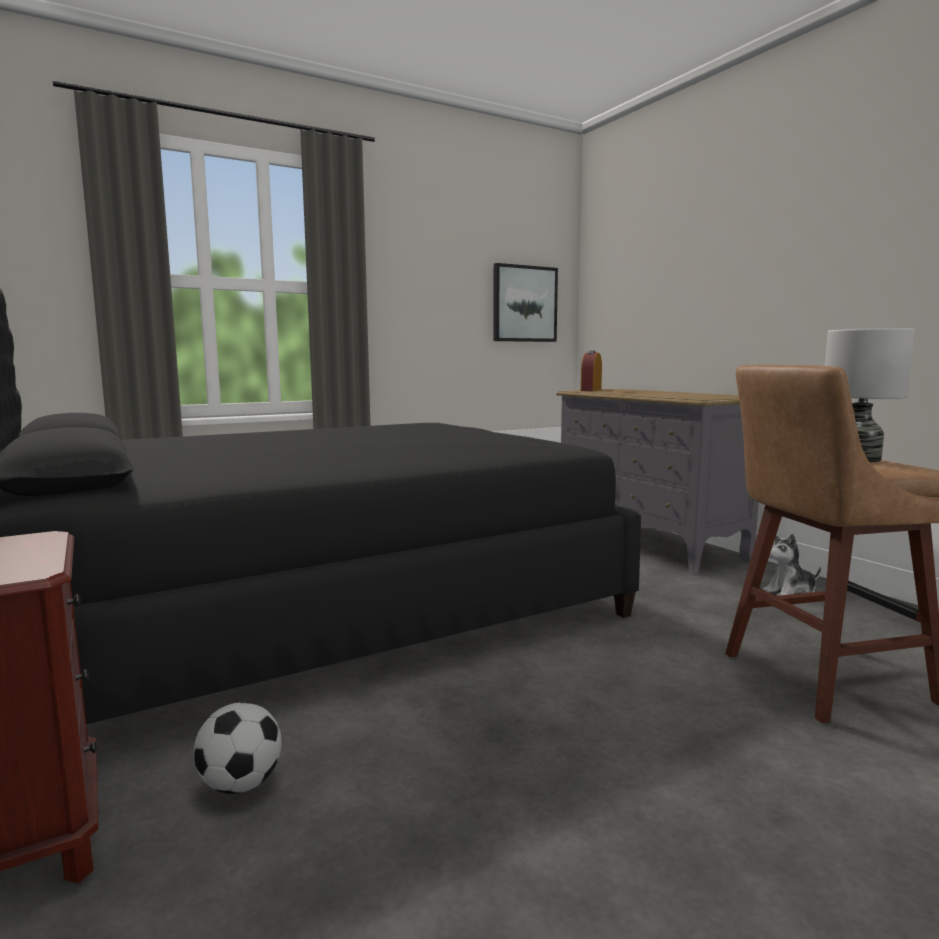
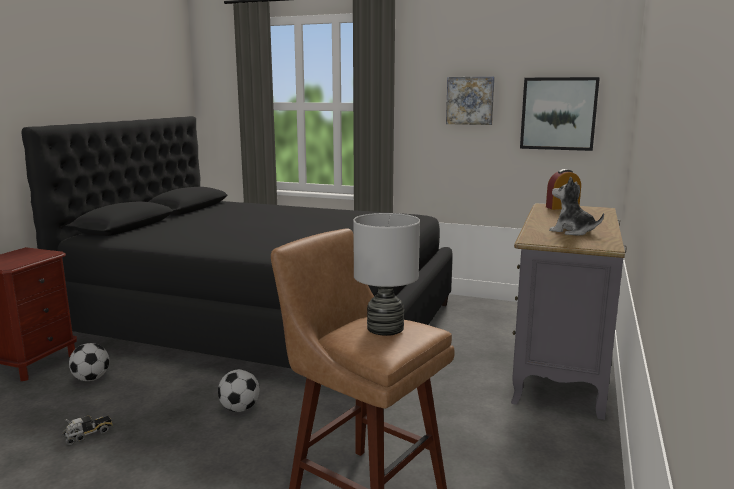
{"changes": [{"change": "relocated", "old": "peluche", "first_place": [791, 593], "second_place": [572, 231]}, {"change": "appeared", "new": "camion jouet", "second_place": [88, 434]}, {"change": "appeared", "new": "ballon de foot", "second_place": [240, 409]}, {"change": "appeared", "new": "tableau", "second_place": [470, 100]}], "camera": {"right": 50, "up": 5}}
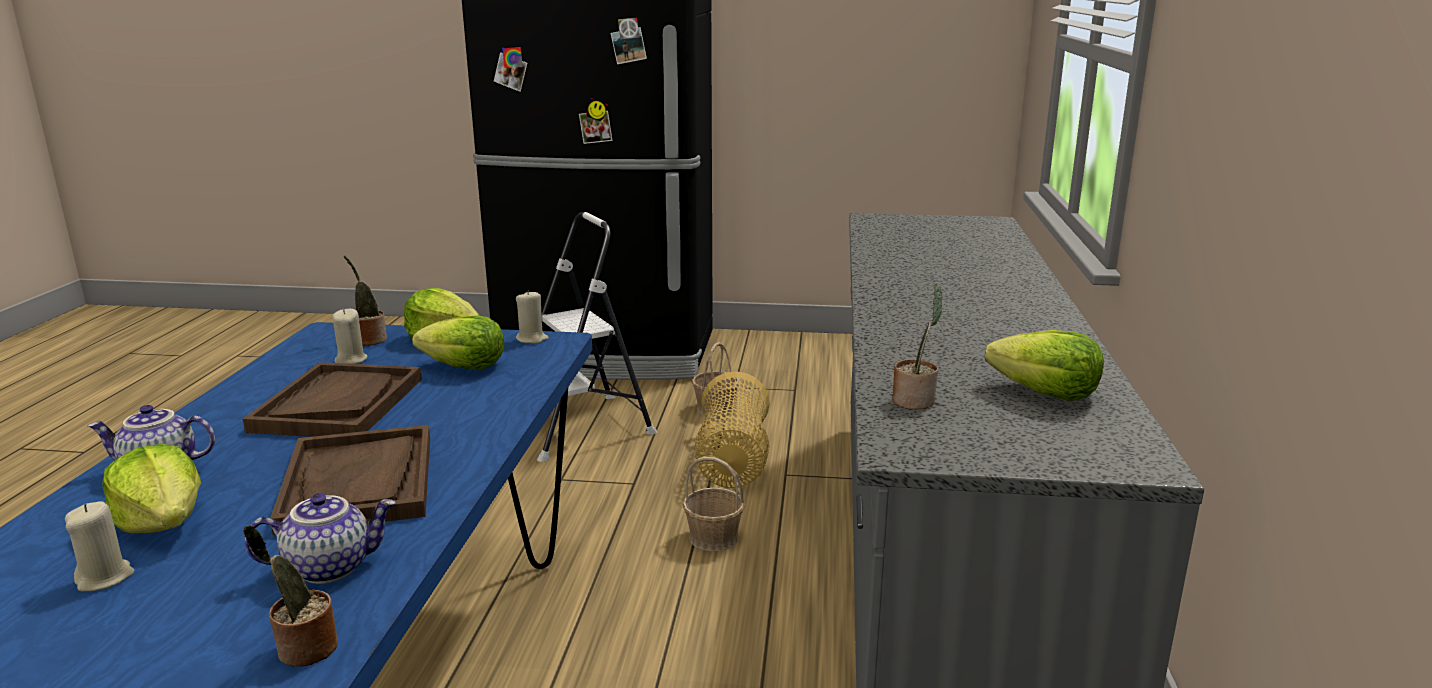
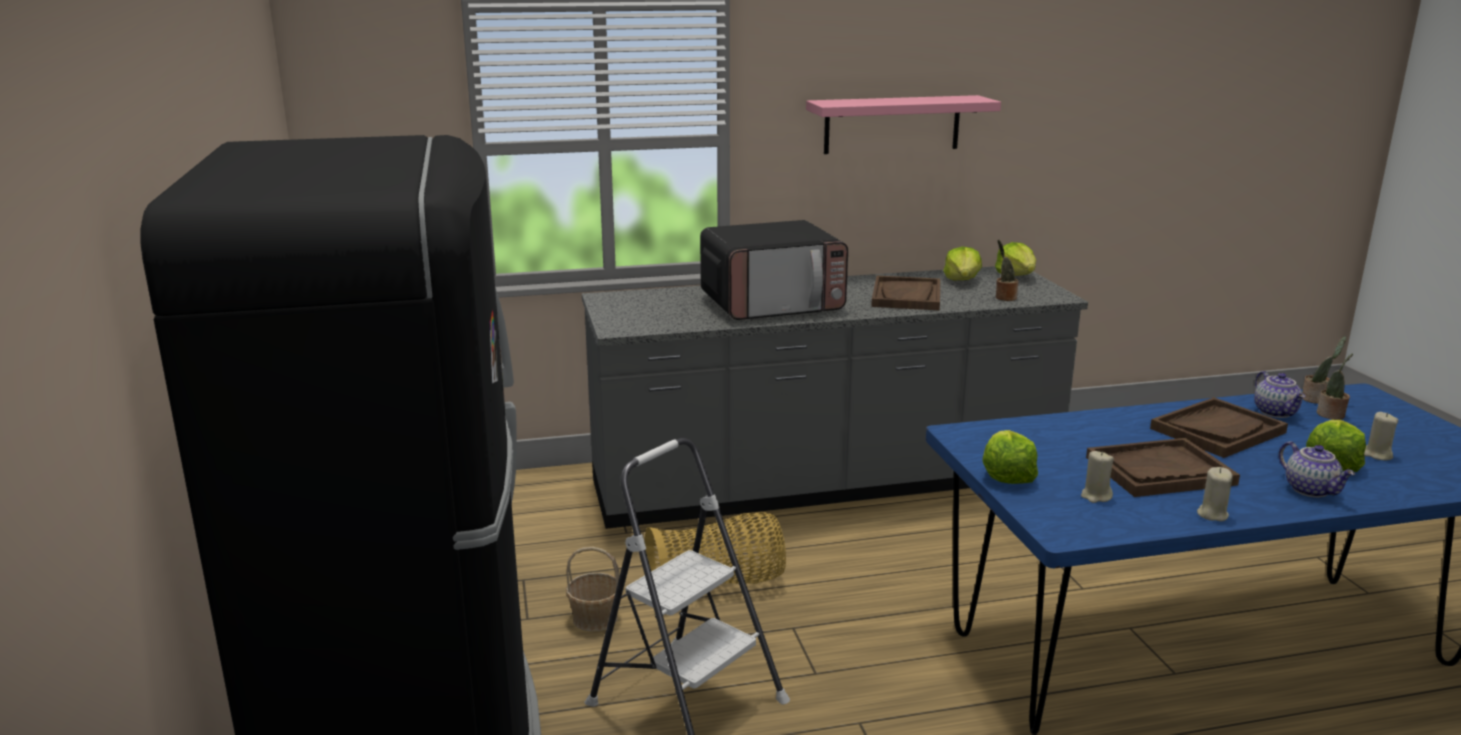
{"changes": [{"change": "spun", "old": "théière", "first_place": [330, 566], "second_place": [1276, 412], "degrees": -150}, {"change": "relocated", "old": "plante en pot", "first_place": [369, 339], "second_place": [1331, 415]}, {"change": "relocated", "old": "laitue", "first_place": [464, 367], "second_place": [1016, 275]}, {"change": "relocated", "old": "bougie [beige]", "first_place": [532, 339], "second_place": [1212, 514]}, {"change": "missing", "old": "panier", "first_place": [714, 538]}, {"change": "appeared", "new": "micro-ondes", "second_place": [772, 304]}, {"change": "appeared", "new": "étagère [rose]", "second_place": [892, 124]}, {"change": "appeared", "new": "plateau [marron]", "second_place": [906, 296]}], "camera": {"right": -110, "up": 0}}
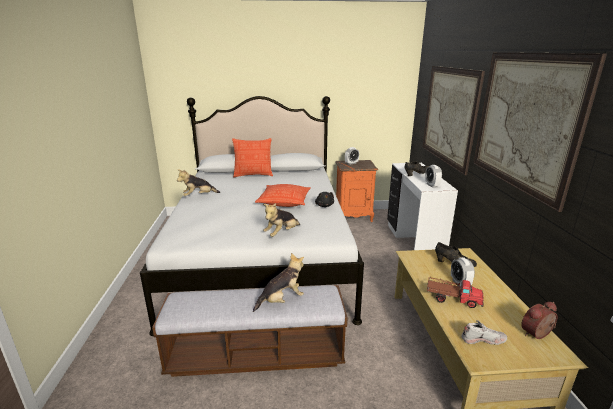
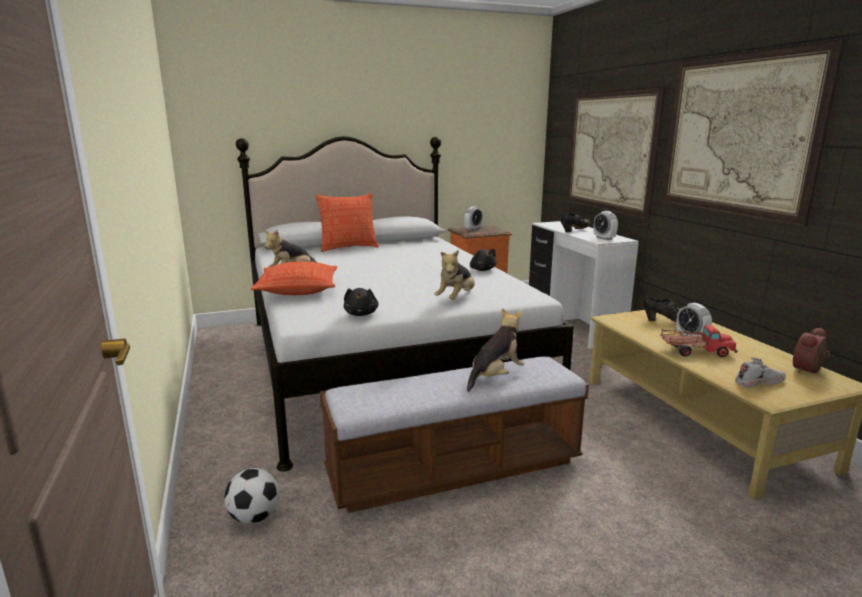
{"changes": [{"change": "relocated", "old": "coussin [orange]", "first_place": [284, 202], "second_place": [298, 290]}, {"change": "appeared", "new": "ballon de foot", "second_place": [254, 517]}, {"change": "appeared", "new": "peluche [noir]", "second_place": [361, 314]}], "camera": {"right": -15, "up": -5}}
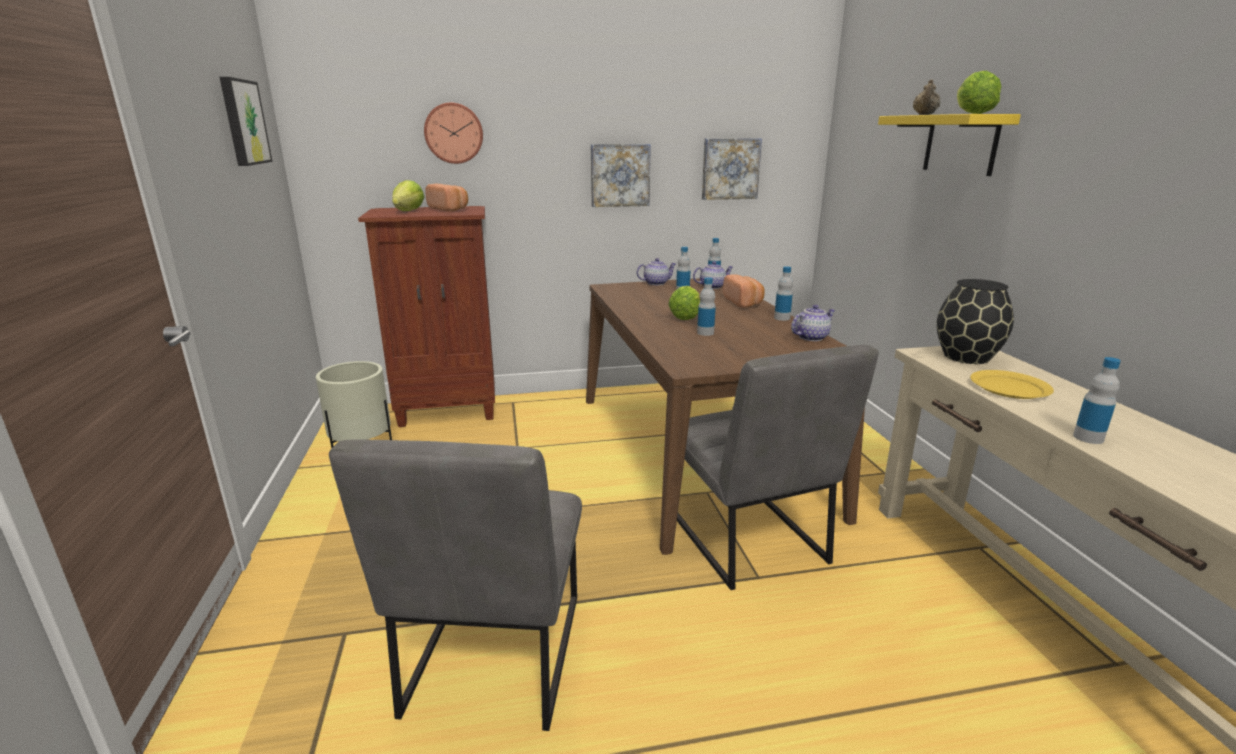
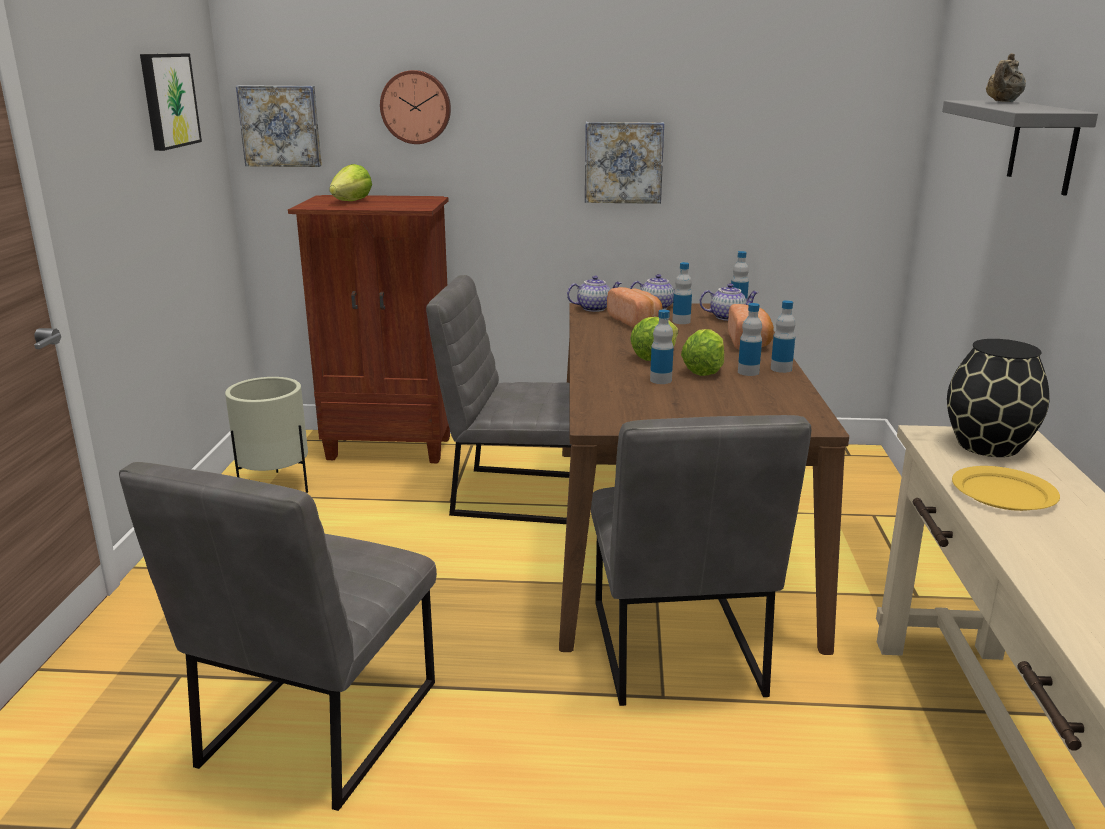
{"changes": [{"change": "relocated", "old": "pain", "first_place": [449, 209], "second_place": [636, 322]}, {"change": "relocated", "old": "tableau", "first_place": [730, 169], "second_place": [281, 126]}, {"change": "relocated", "old": "théière", "first_place": [810, 337], "second_place": [594, 308]}, {"change": "colour", "old": "étagère [jaune]", "new": "étagère [gris]", "first_place": [960, 144], "second_place": [1043, 146]}, {"change": "relocated", "old": "laitue", "first_place": [971, 113], "second_place": [704, 370]}, {"change": "relocated", "old": "bouteille", "first_place": [1088, 438], "second_place": [748, 372]}, {"change": "appeared", "new": "chaise [gris]", "second_place": [519, 495]}], "camera": {"right": 15, "up": 0}}
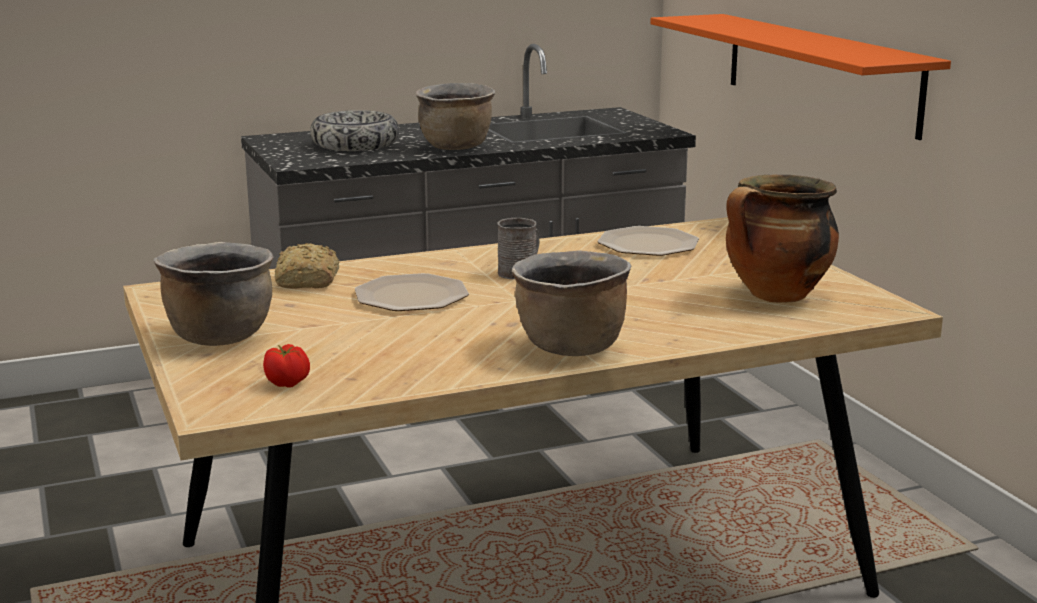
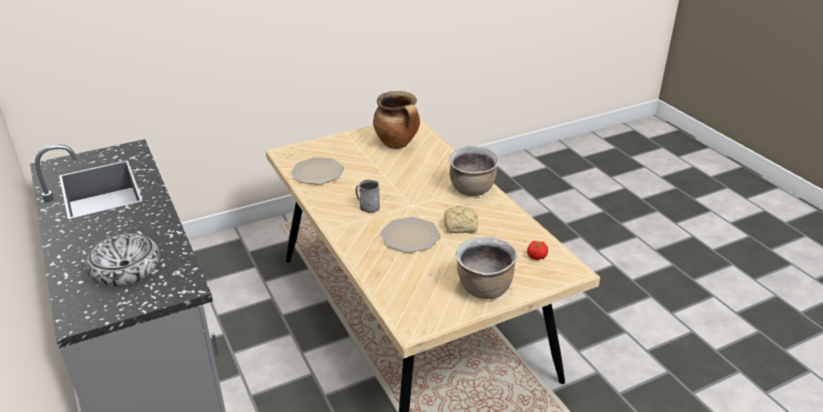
{"changes": [{"change": "relocated", "old": "pain", "first_place": [307, 282], "second_place": [461, 226]}, {"change": "missing", "old": "marmite [marron]", "first_place": [456, 147]}, {"change": "missing", "old": "étagère [orange]", "first_place": [819, 71]}], "camera": {"right": -95, "up": 15}}
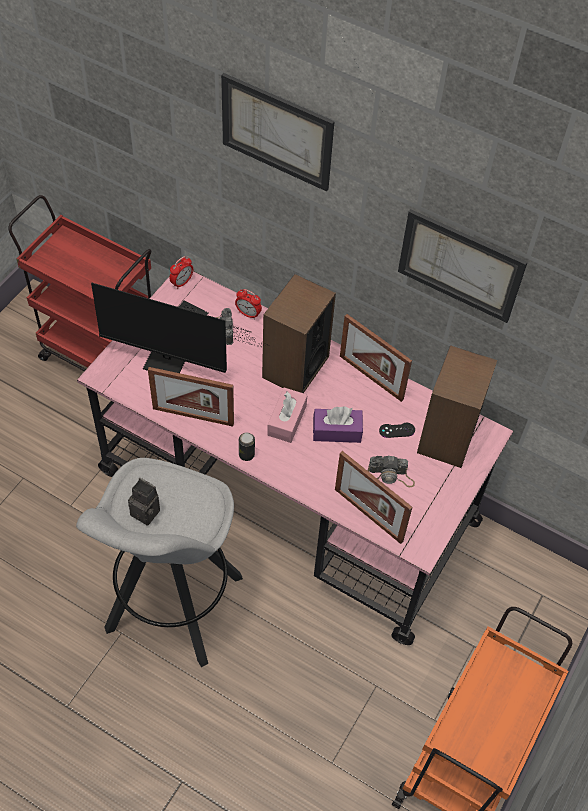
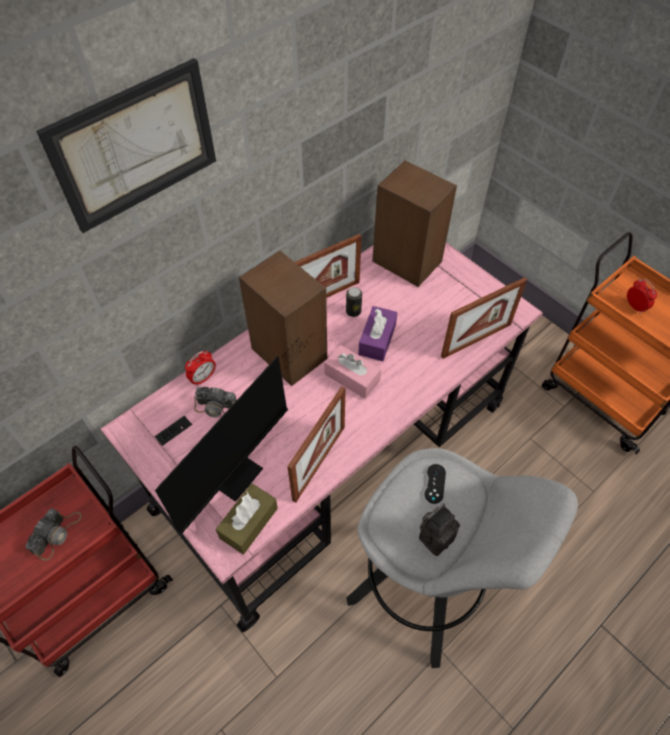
{"changes": [{"change": "relocated", "old": "réveil", "first_place": [182, 282], "second_place": [635, 306]}, {"change": "relocated", "old": "boîte métallique", "first_place": [246, 454], "second_place": [353, 311]}, {"change": "relocated", "old": "appareil photo", "first_place": [390, 475], "second_place": [57, 534]}, {"change": "relocated", "old": "manette [noir]", "first_place": [397, 430], "second_place": [435, 483]}, {"change": "missing", "old": "tableau", "first_place": [460, 265]}, {"change": "appeared", "new": "boîte à mouchoirs [marron]", "second_place": [248, 523]}], "camera": {"right": -70, "up": 0}}
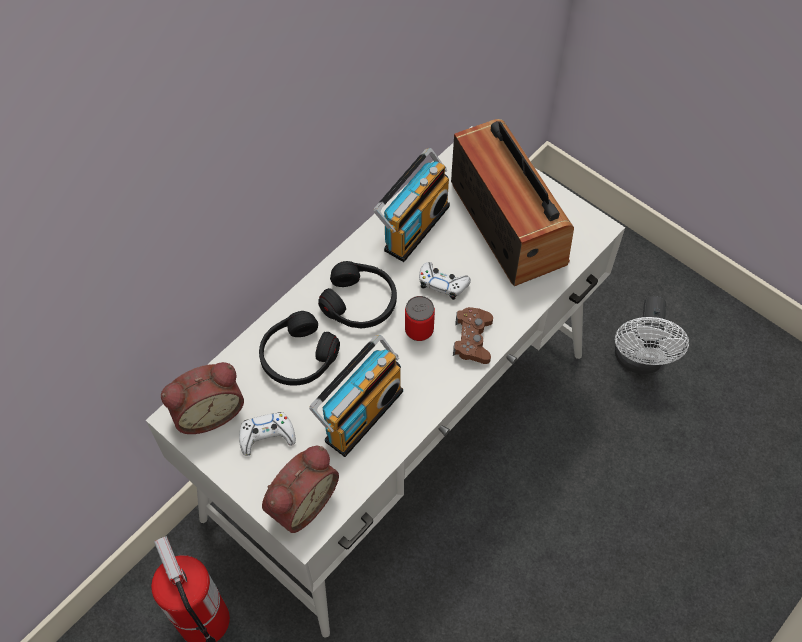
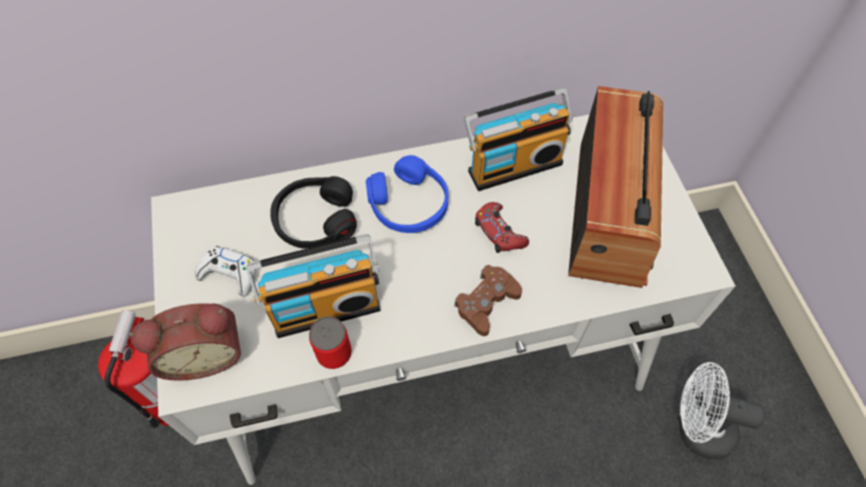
{"changes": [{"change": "missing", "old": "réveil", "first_place": [208, 411]}, {"change": "colour", "old": "casque audio [noir]", "new": "casque audio [bleu]", "first_place": [360, 302], "second_place": [409, 204]}, {"change": "relocated", "old": "boîte métallique", "first_place": [419, 330], "second_place": [334, 353]}, {"change": "colour", "old": "manette [blanc]", "new": "manette [rouge]", "first_place": [443, 283], "second_place": [499, 232]}, {"change": "spun", "old": "ventilateur [blanc]", "first_place": [639, 360], "second_place": [696, 428], "degrees": 60}], "camera": {"right": 35, "up": 0}}
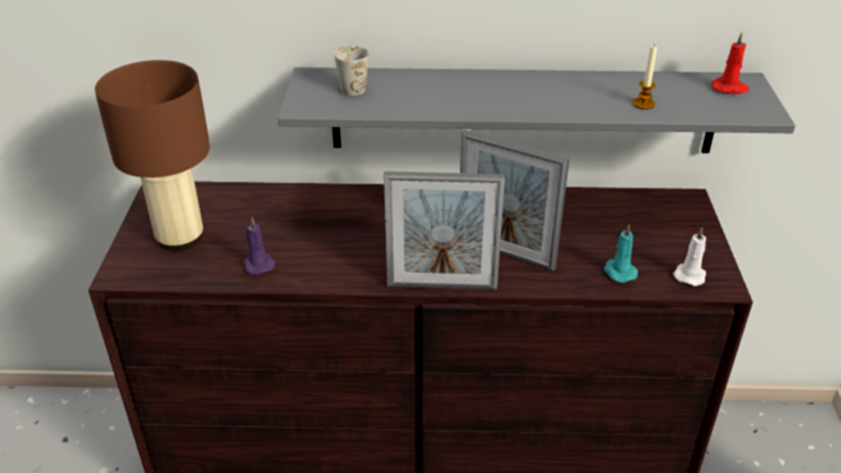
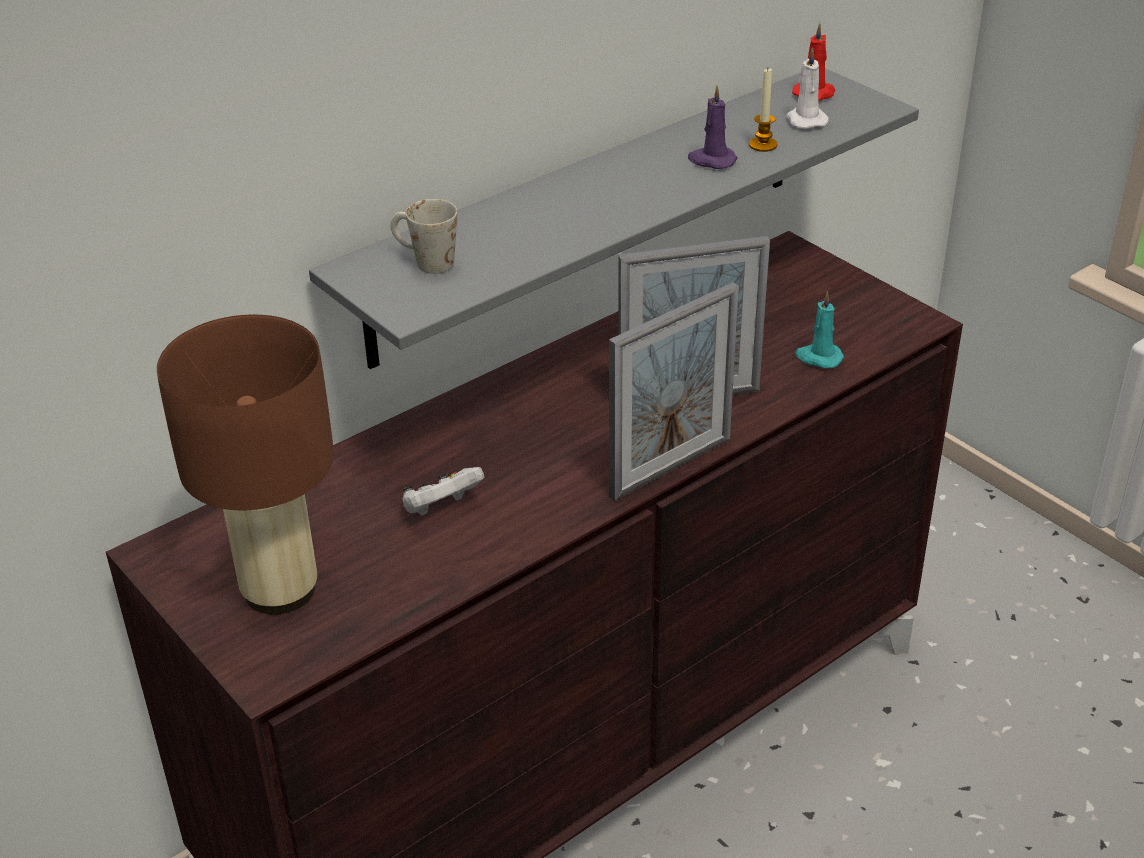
{"changes": [{"change": "relocated", "old": "bougie [violet]", "first_place": [258, 264], "second_place": [711, 160]}, {"change": "relocated", "old": "bougie [blanc]", "first_place": [690, 275], "second_place": [805, 120]}, {"change": "appeared", "new": "manette [blanc]", "second_place": [441, 508]}], "camera": {"right": -40, "up": 0}}
